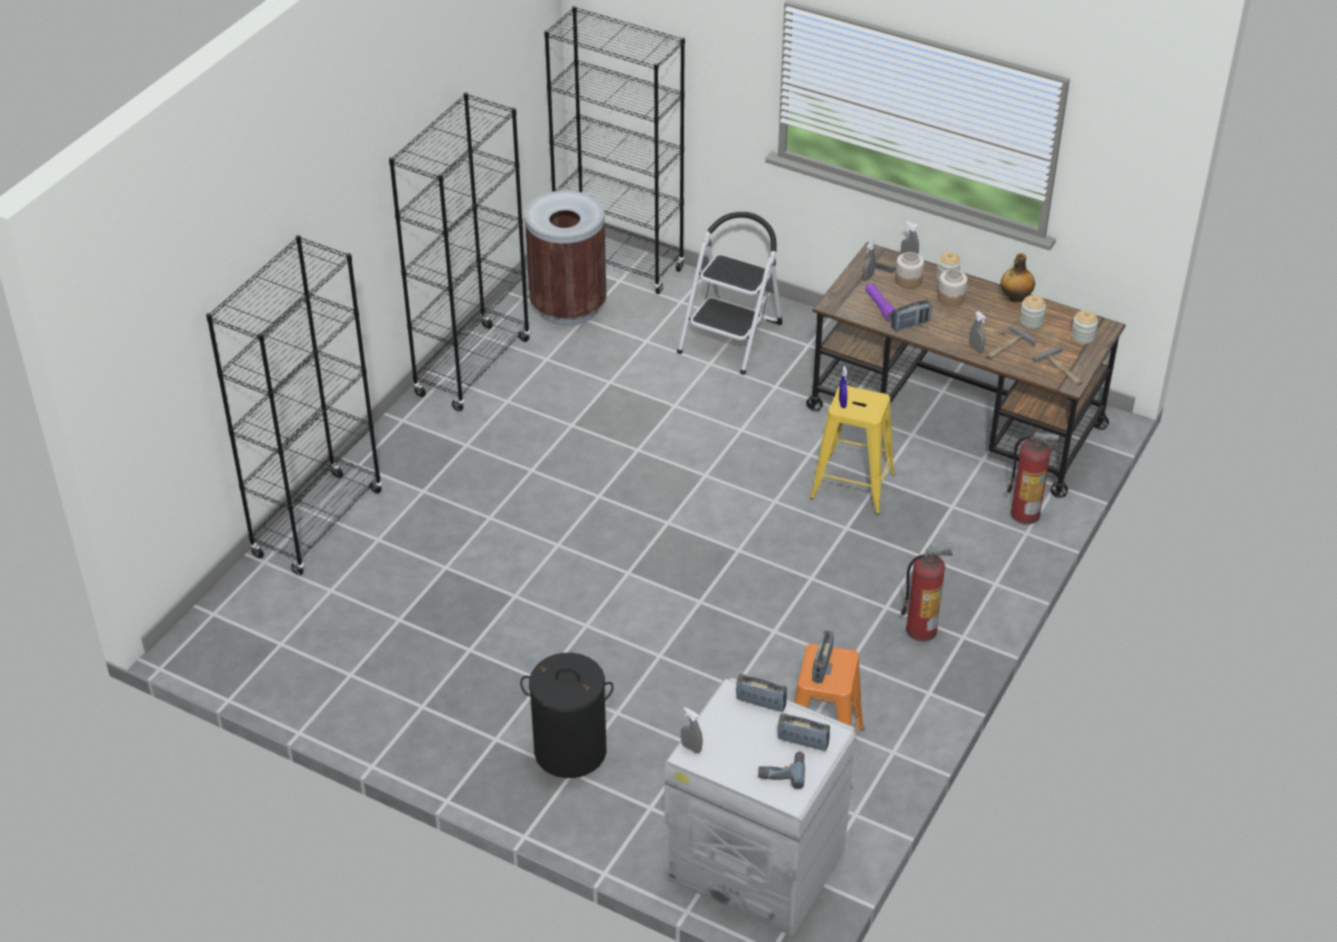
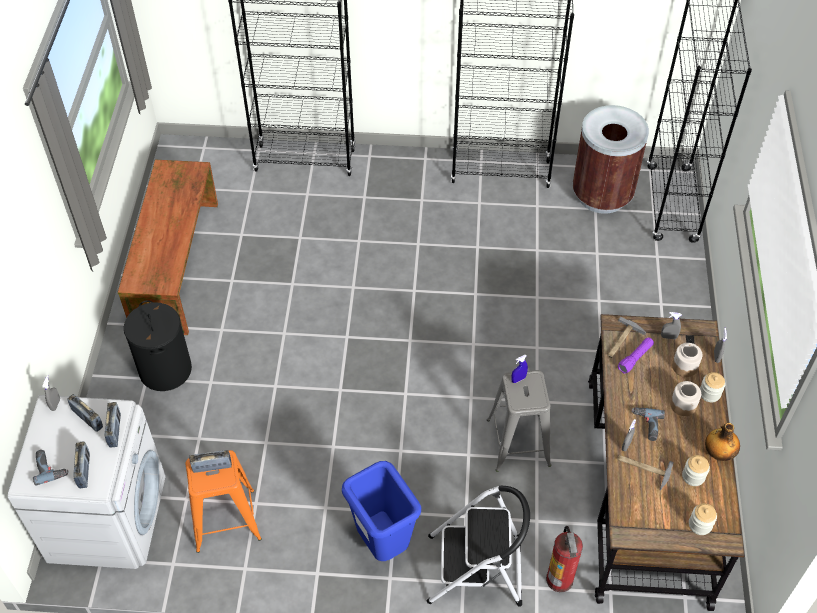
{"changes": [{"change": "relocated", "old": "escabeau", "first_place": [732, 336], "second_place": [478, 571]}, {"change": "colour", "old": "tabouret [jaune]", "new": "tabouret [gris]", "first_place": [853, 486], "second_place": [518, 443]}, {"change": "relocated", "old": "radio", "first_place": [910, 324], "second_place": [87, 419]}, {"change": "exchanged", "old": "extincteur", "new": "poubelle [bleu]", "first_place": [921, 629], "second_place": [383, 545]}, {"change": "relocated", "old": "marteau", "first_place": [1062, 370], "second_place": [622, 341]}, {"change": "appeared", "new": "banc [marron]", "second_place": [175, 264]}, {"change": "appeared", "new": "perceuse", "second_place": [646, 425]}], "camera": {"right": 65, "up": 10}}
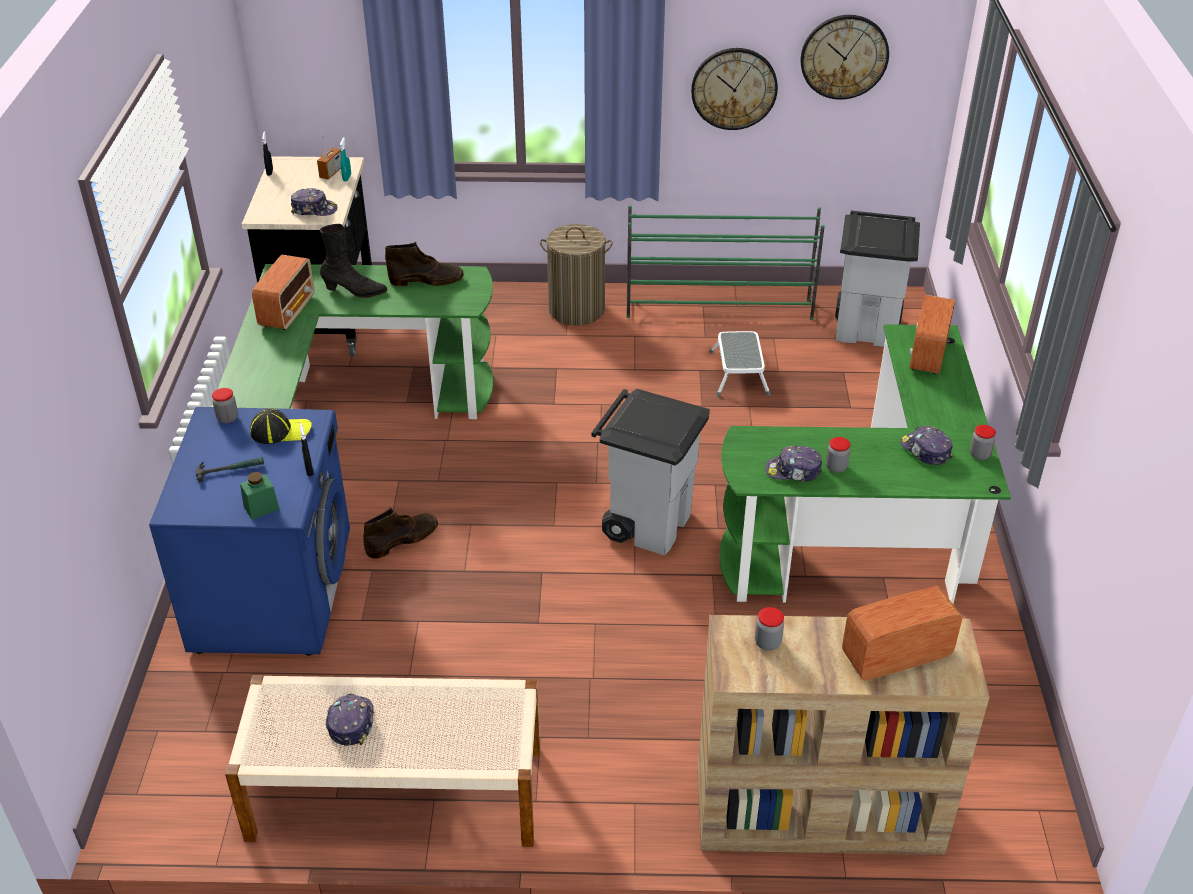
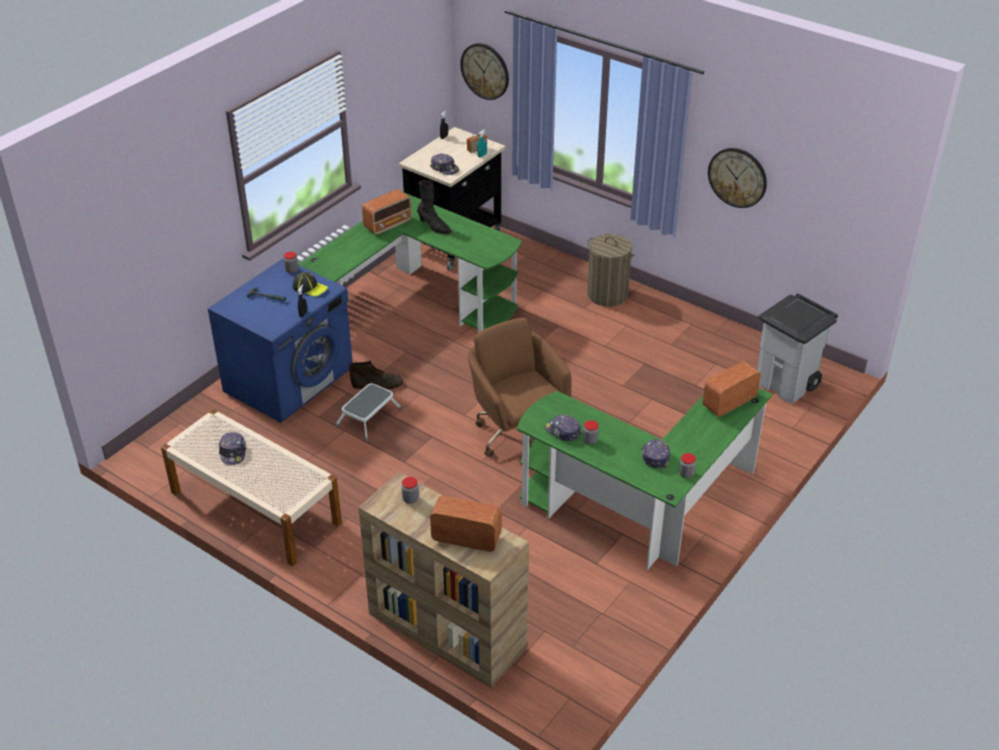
{"changes": [{"change": "missing", "old": "bocal [vert]", "first_place": [261, 507]}, {"change": "spun", "old": "casquette", "first_place": [350, 723], "second_place": [233, 452], "degrees": 135}, {"change": "missing", "old": "botte [marron]", "first_place": [427, 280]}, {"change": "exchanged", "old": "poubelle [gris]", "new": "chaise de bureau [marron]", "first_place": [648, 523], "second_place": [517, 438]}, {"change": "missing", "old": "étagère à chaussures [vert]", "first_place": [720, 309]}, {"change": "relocated", "old": "escabeau [gris]", "first_place": [738, 373], "second_place": [368, 417]}, {"change": "relocated", "old": "horloge murale", "first_place": [844, 56], "second_place": [485, 71]}], "camera": {"right": 35, "up": 0}}
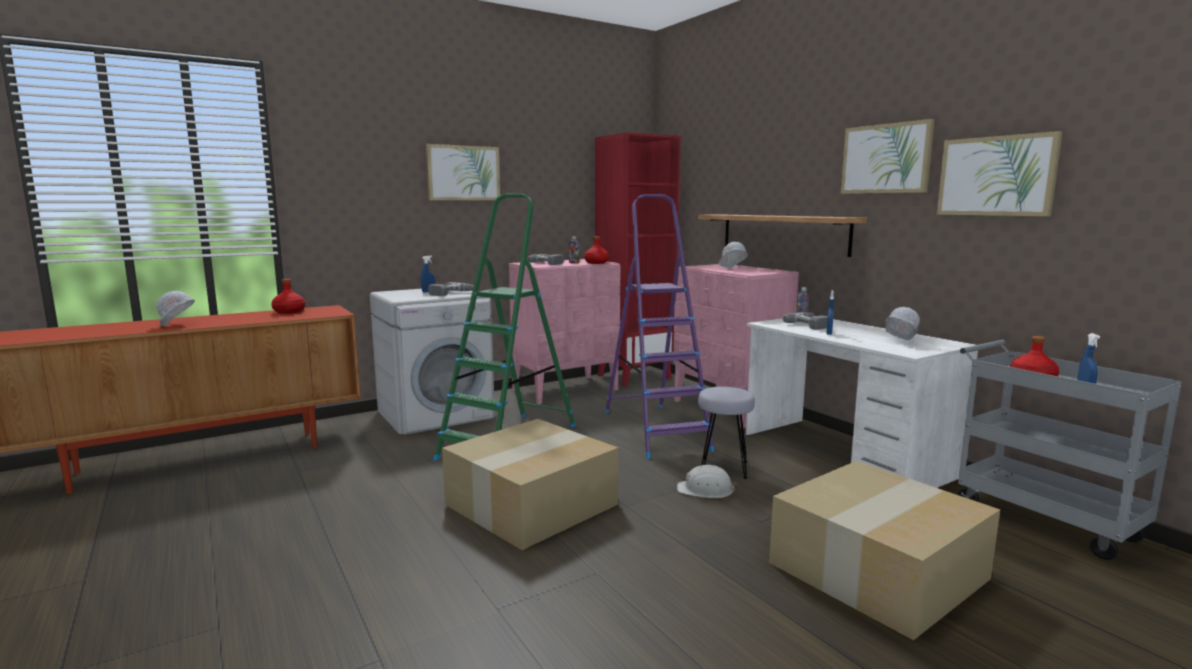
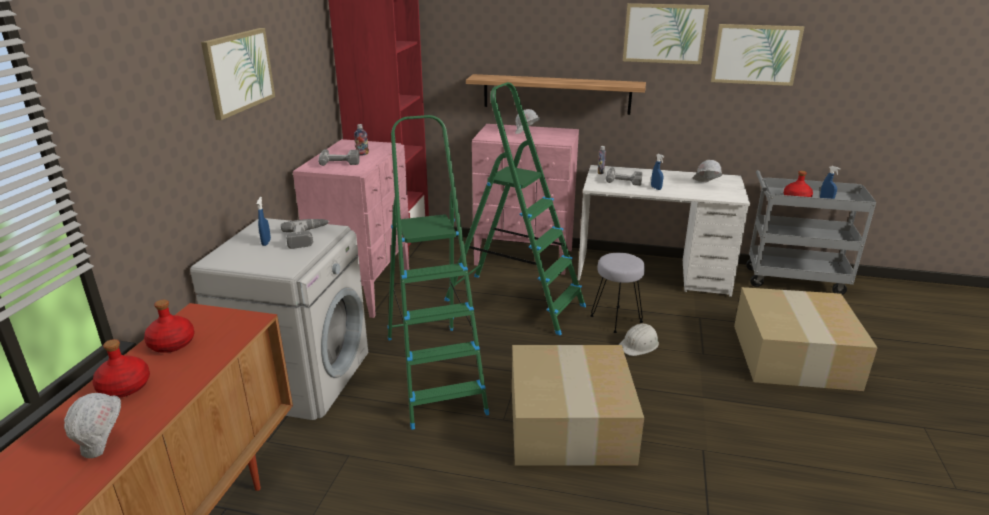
{"changes": [{"change": "relocated", "old": "bouteille [rouge]", "first_place": [596, 263], "second_place": [125, 387]}, {"change": "colour", "old": "escabeau [violet]", "new": "escabeau [vert]", "first_place": [655, 429], "second_place": [515, 303]}], "camera": {"right": -45, "up": 15}}
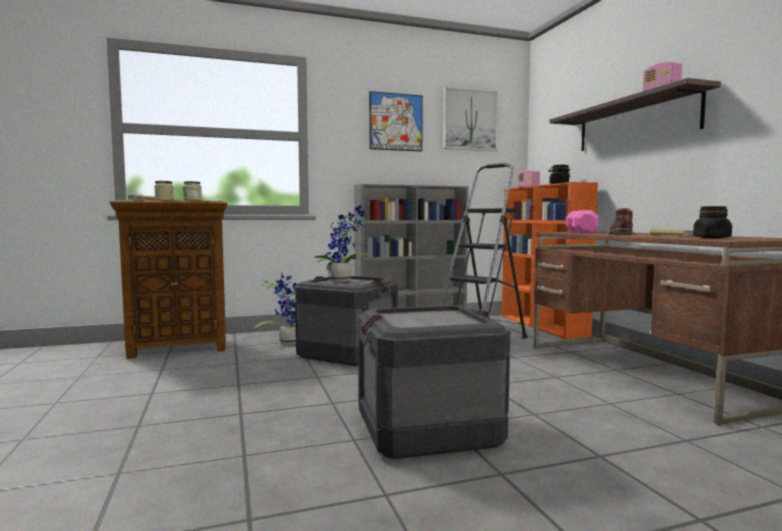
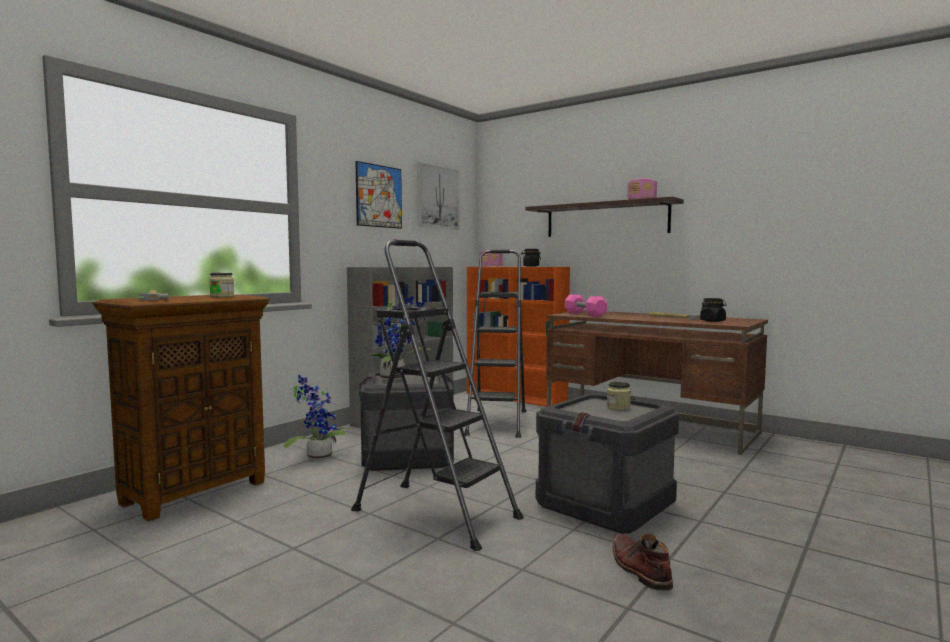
{"changes": [{"change": "relocated", "old": "bocal", "first_place": [164, 200], "second_place": [618, 407]}, {"change": "relocated", "old": "botte [marron]", "first_place": [620, 234], "second_place": [639, 569]}, {"change": "appeared", "new": "escabeau", "second_place": [434, 512]}], "camera": {"right": -35, "up": 0}}
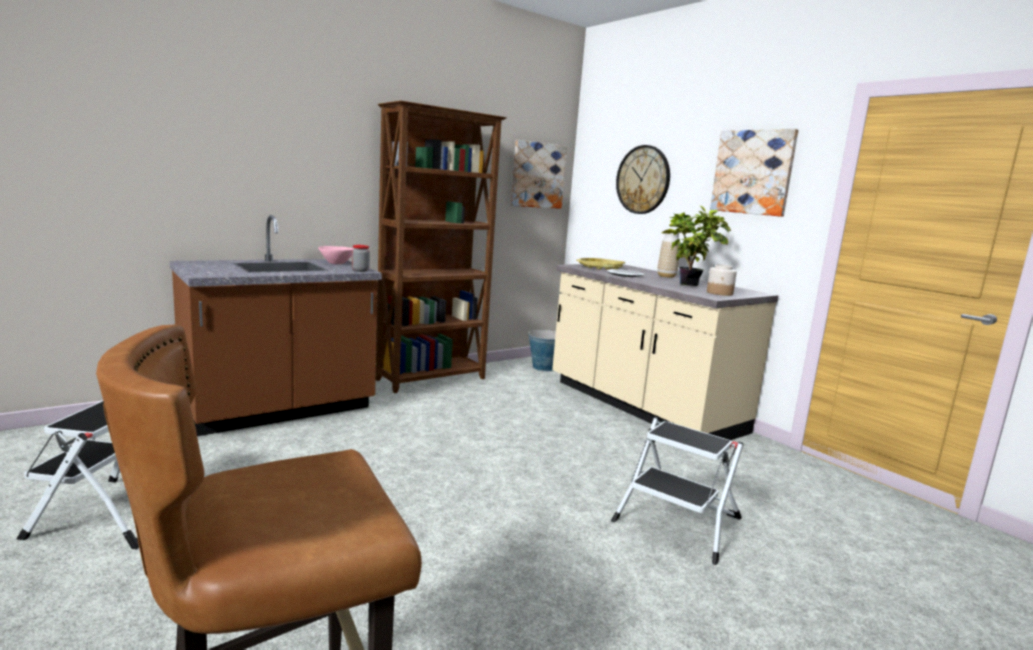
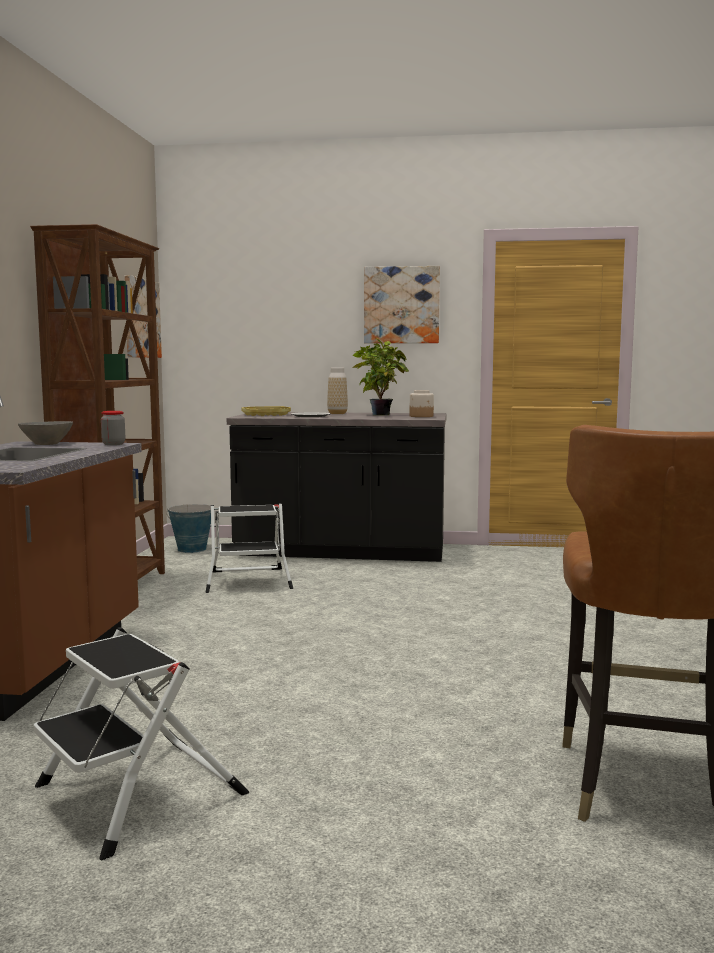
{"changes": [{"change": "colour", "old": "bol [rose]", "new": "bol [gris]", "first_place": [337, 263], "second_place": [46, 444]}, {"change": "colour", "old": "comptoir de cuisine [beige]", "new": "comptoir de cuisine [noir]", "first_place": [642, 406], "second_place": [341, 551]}, {"change": "relocated", "old": "escabeau", "first_place": [679, 521], "second_place": [248, 580]}, {"change": "missing", "old": "horloge murale", "first_place": [643, 180]}], "camera": {"right": -45, "up": -5}}
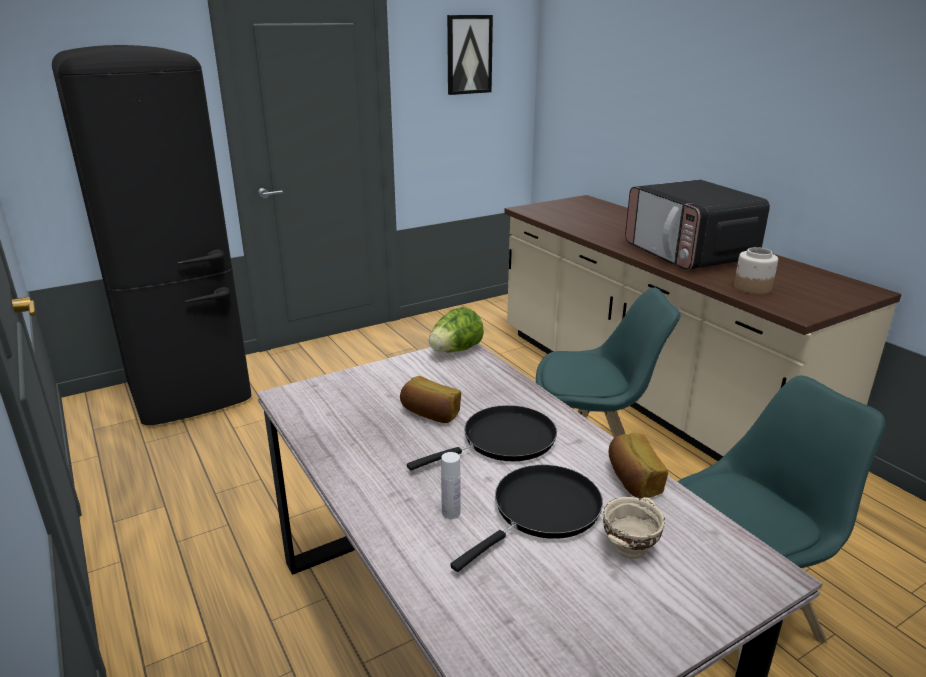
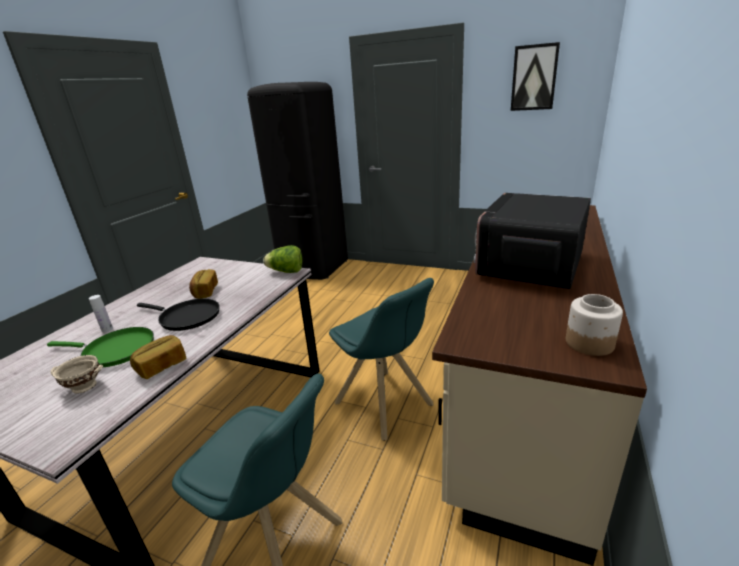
{"changes": [{"change": "colour", "old": "poêle [noir]", "new": "poêle [vert]", "first_place": [542, 511], "second_place": [115, 350]}, {"change": "relocated", "old": "bocal", "first_place": [752, 288], "second_place": [588, 343]}], "camera": {"right": 55, "up": 0}}
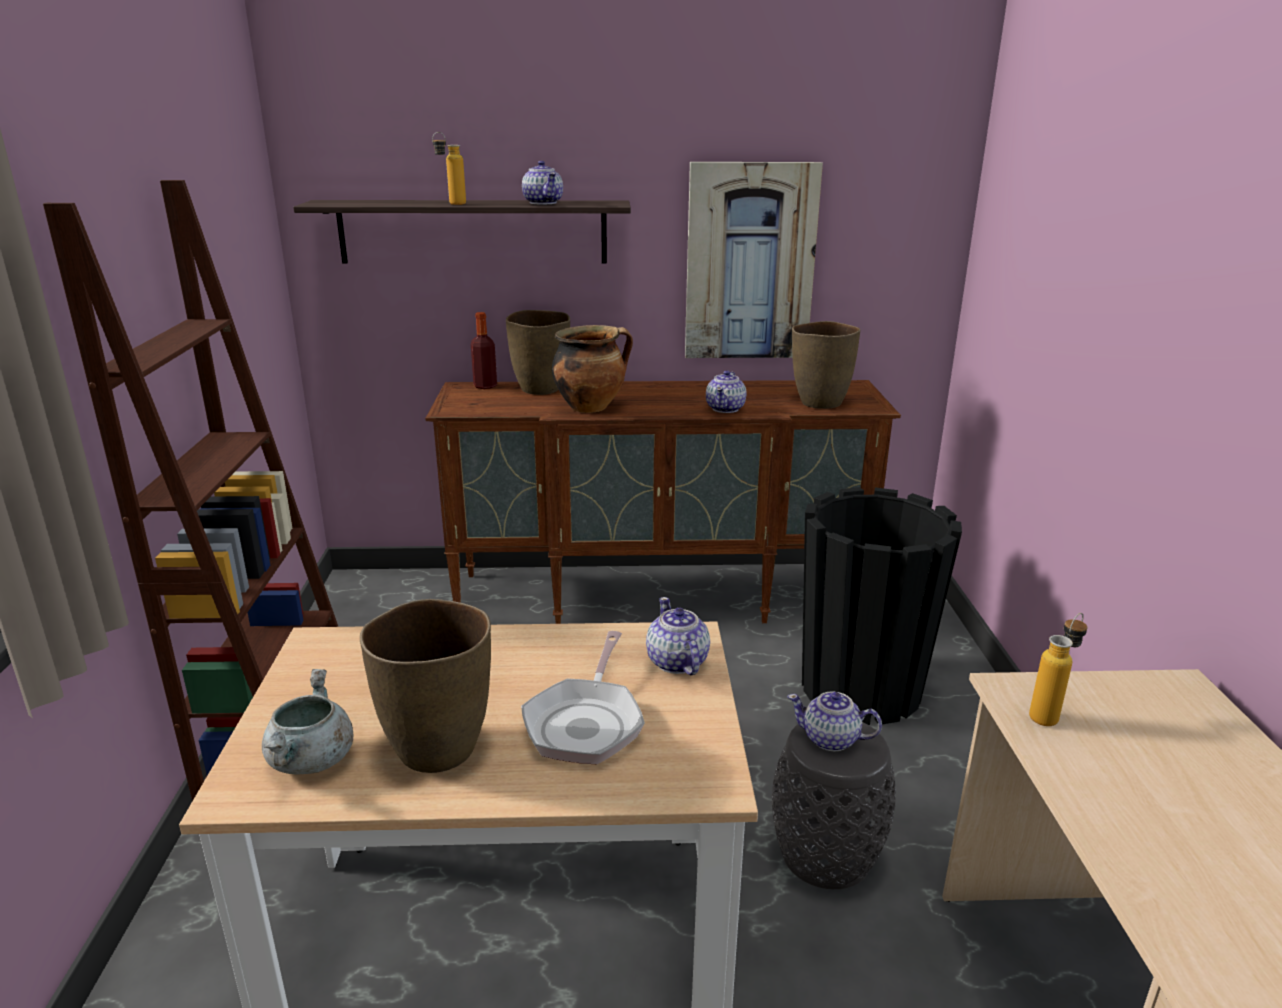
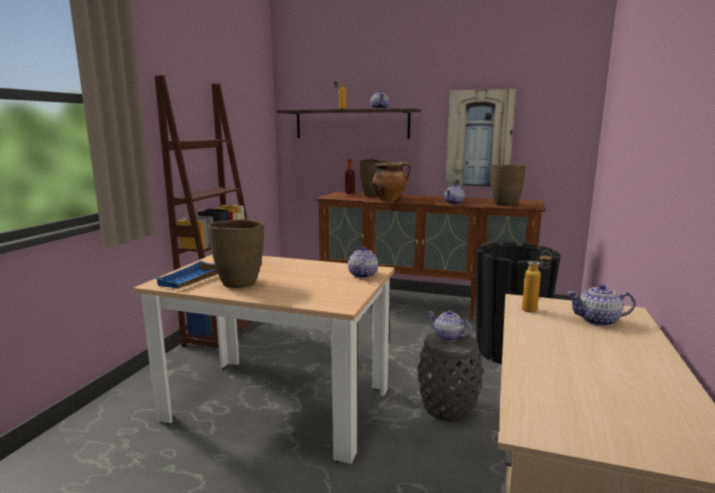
{"changes": [{"change": "exchanged", "old": "marmite [gris]", "new": "plateau [bleu]", "first_place": [312, 760], "second_place": [191, 280]}, {"change": "missing", "old": "poêle", "first_place": [586, 722]}, {"change": "appeared", "new": "théière", "second_place": [598, 321]}], "camera": {"right": 20, "up": -10}}
